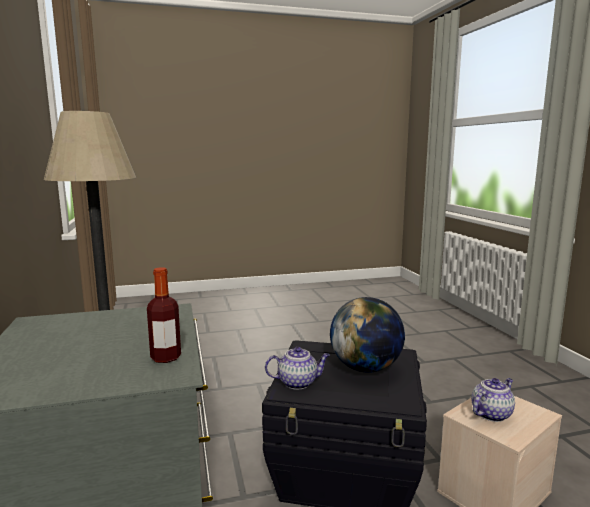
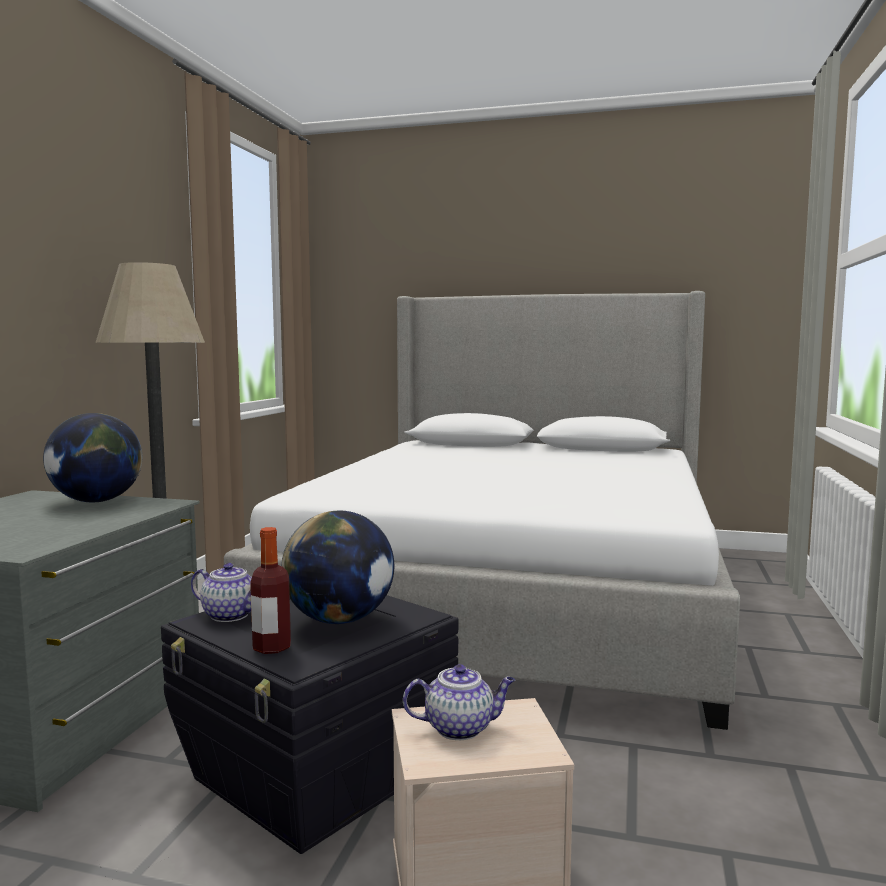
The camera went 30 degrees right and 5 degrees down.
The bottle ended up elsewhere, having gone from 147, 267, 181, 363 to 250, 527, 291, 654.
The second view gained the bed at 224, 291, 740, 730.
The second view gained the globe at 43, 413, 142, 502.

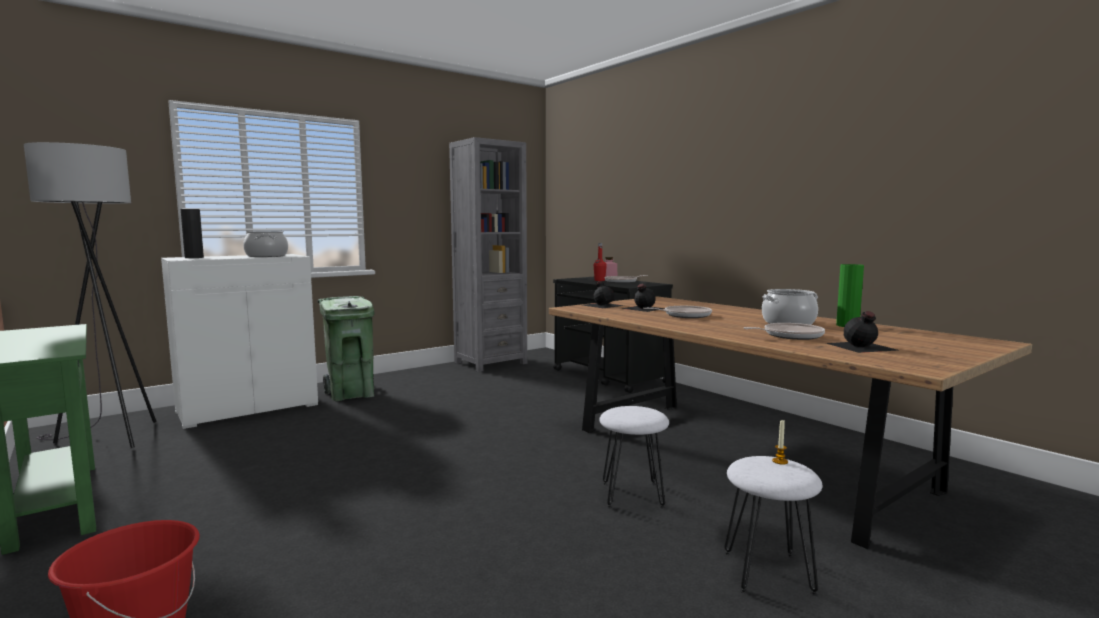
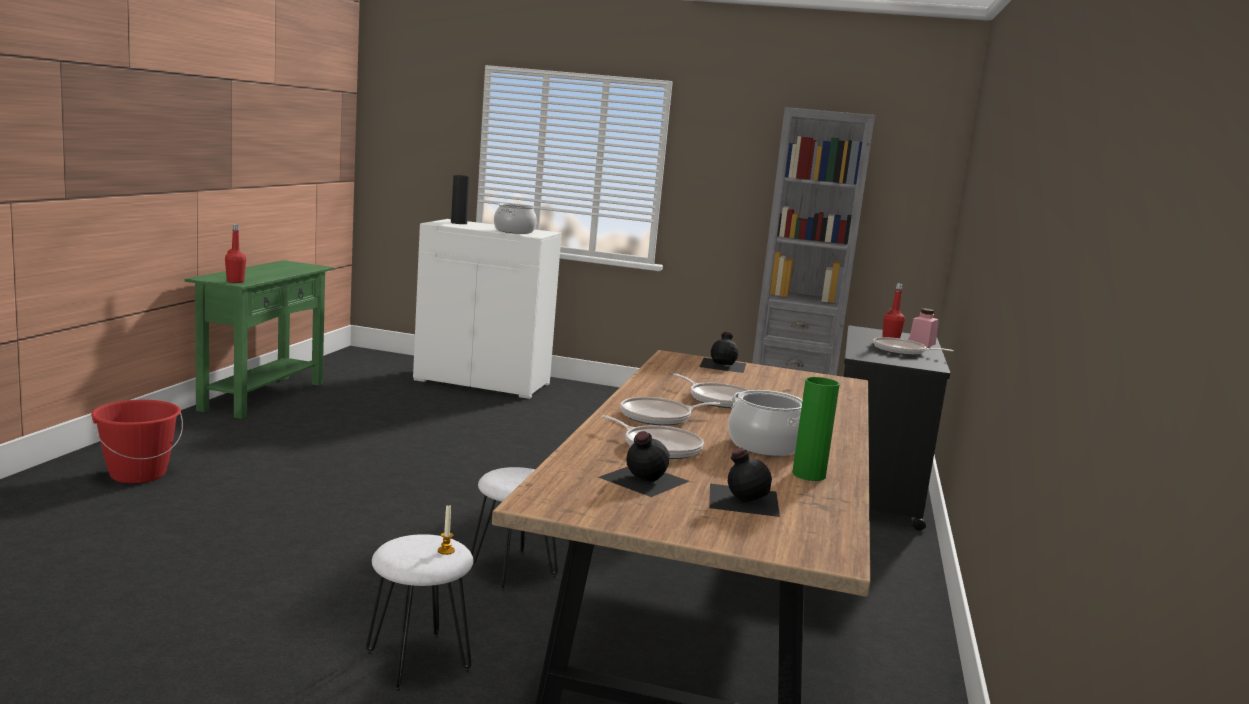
The camera went 50 degrees right and 5 degrees up.
The second view lost the grey floor lamp at 24, 142, 156, 448.
The black bottle ended up elsewhere, having gone from 621, 284, 665, 312 to 709, 448, 780, 517.
The second view lost the green trash can at 317, 296, 375, 401.
The second view gained the red bottle at 225, 224, 246, 283.
The second view gained the frying pan at 620, 397, 720, 426.

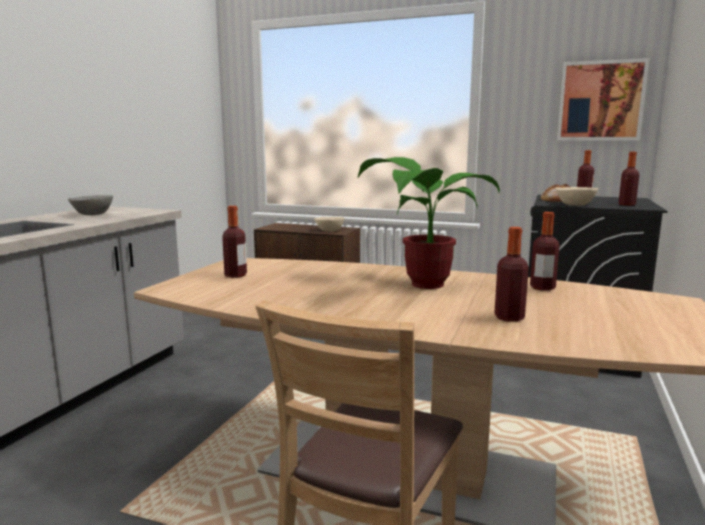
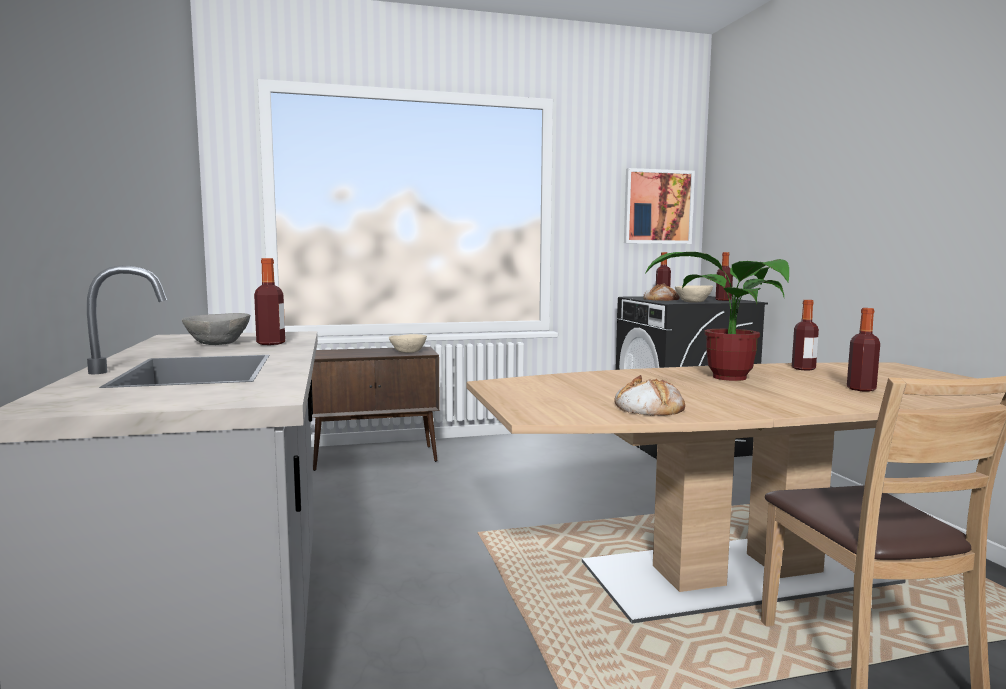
The camera went 35 degrees left and 5 degrees down.
The bottle ended up elsewhere, having gone from 222, 206, 247, 278 to 254, 258, 285, 345.
The second view gained the bread at 614, 375, 685, 416.

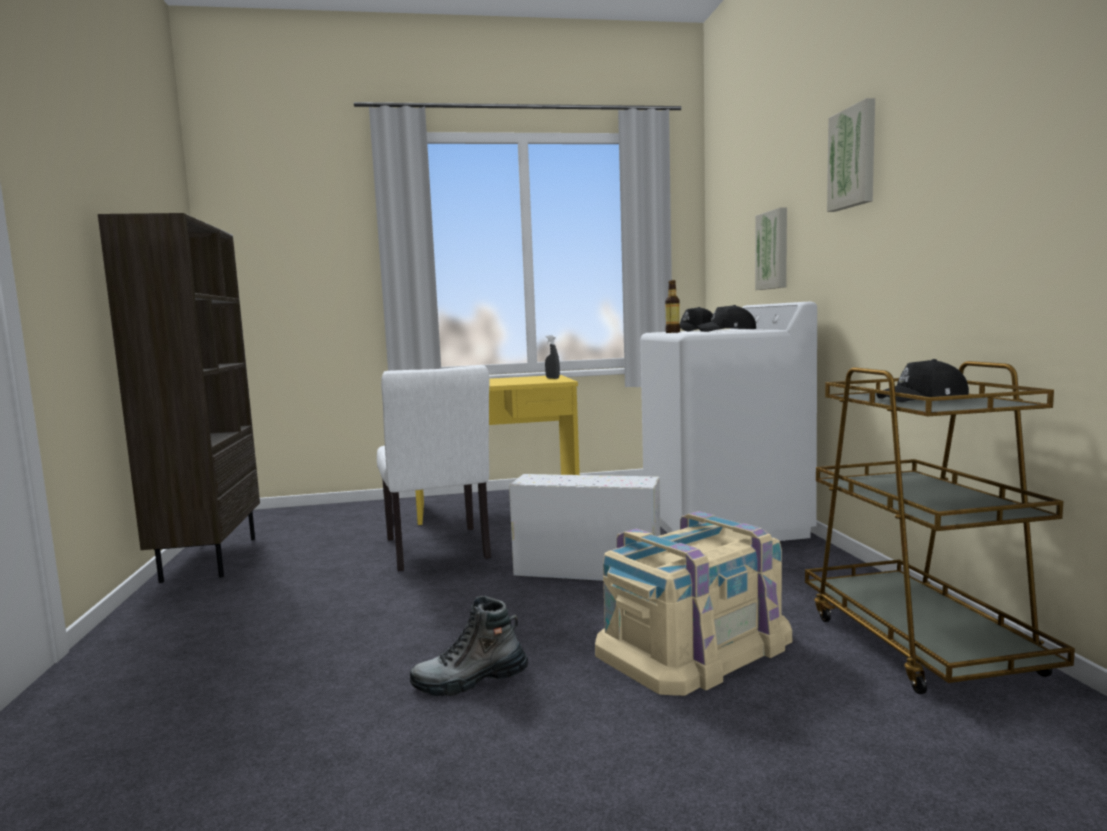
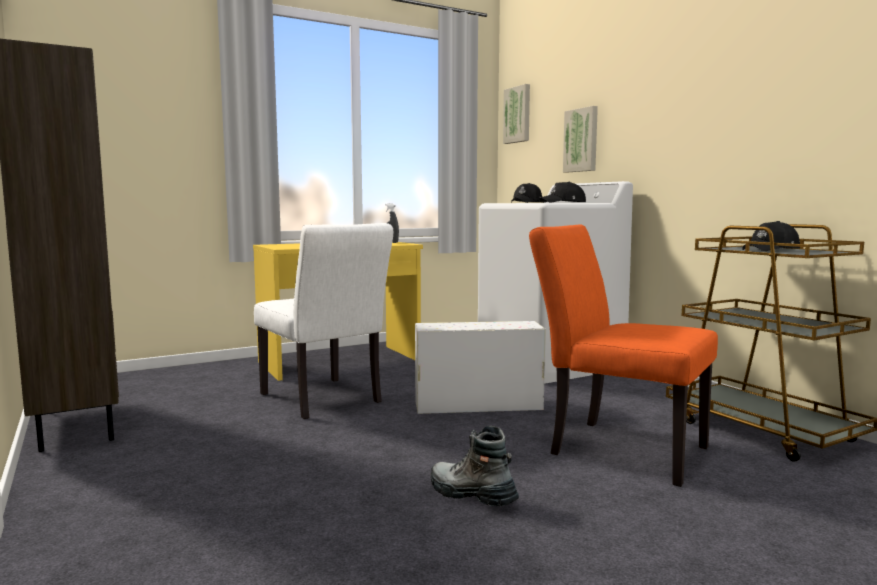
The camera went 20 degrees left and 0 degrees up.
The picture ended up elsewhere, having gone from 827, 98, 875, 212 to 503, 84, 530, 144.
The second view lost the bottle at 665, 280, 680, 333.
Where the beige storage box stood at 595, 511, 792, 696, the orange chair came to stand at 529, 225, 718, 487.
The boot at 410, 596, 528, 696 ended up facing another way, 75 degrees clockwise from before.

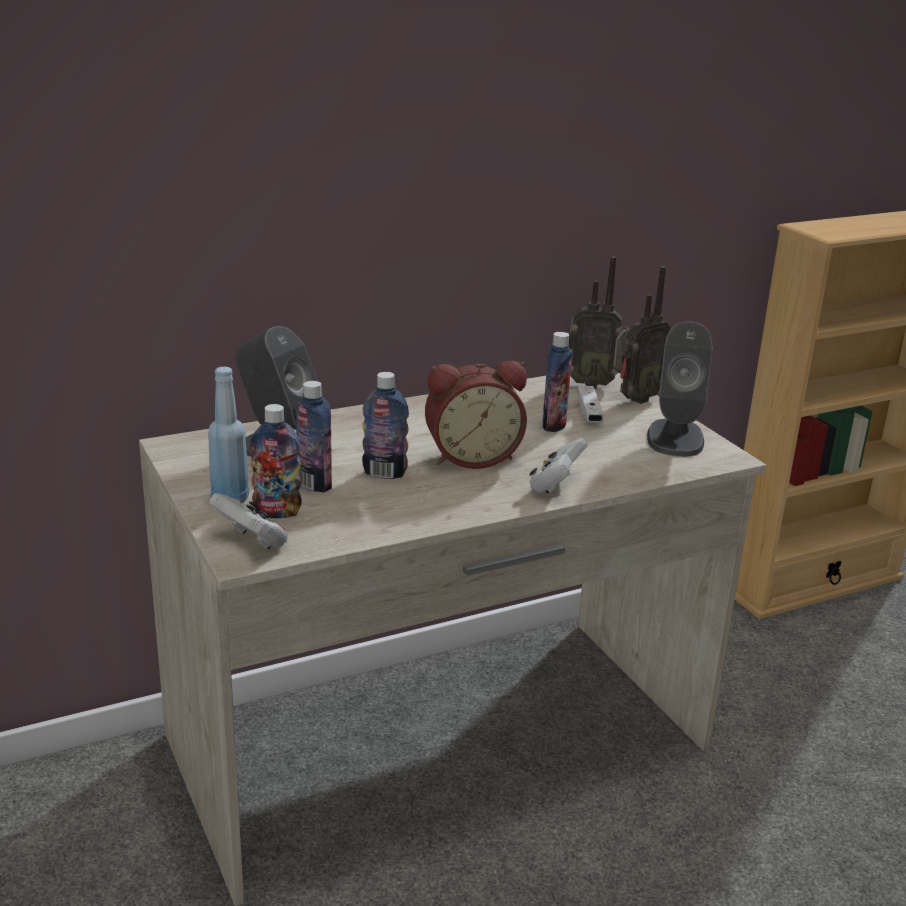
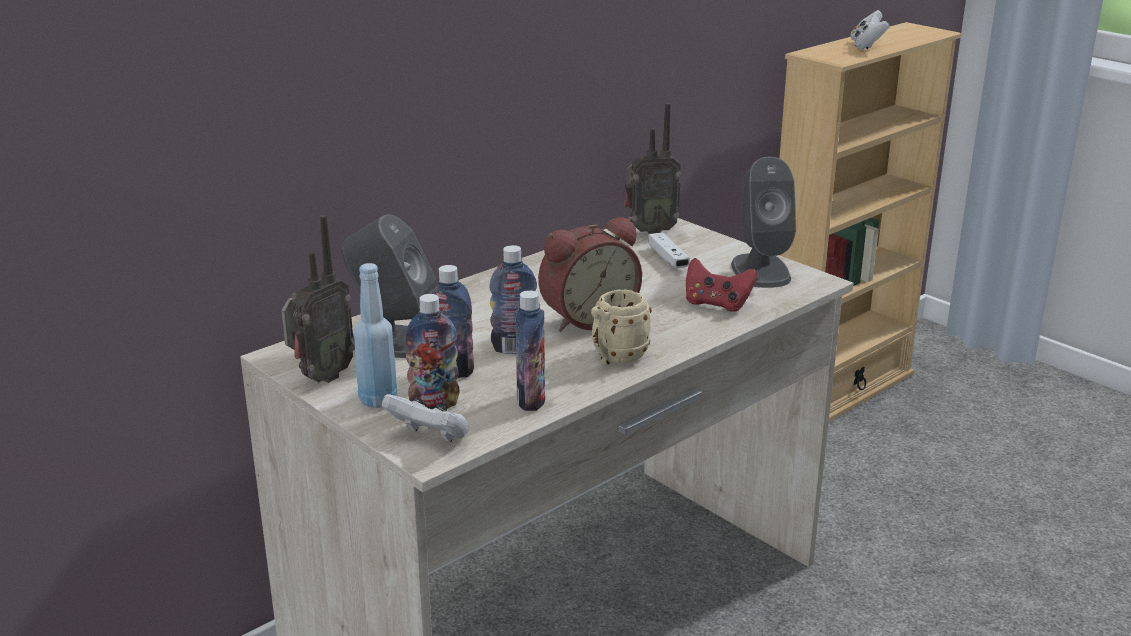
The camera went 15 degrees left and 0 degrees up.
The radio ended up elsewhere, having gone from 613, 266, 670, 404 to 281, 215, 355, 383.
The bottle ended up elsewhere, having gone from 542, 332, 572, 432 to 515, 290, 545, 411.
The white game controller ended up elsewhere, having gone from 529, 438, 588, 493 to 851, 10, 890, 49.
The second view gained the red game controller at 686, 258, 757, 312.
The second view gained the beige mug at 591, 289, 652, 365.

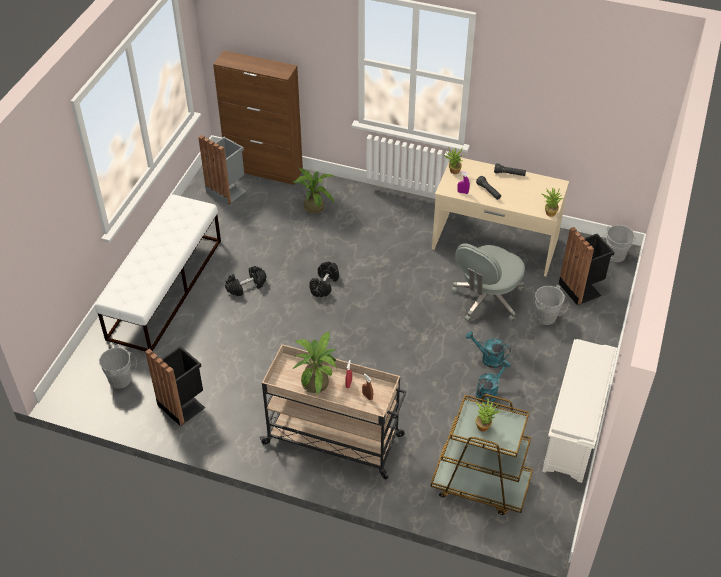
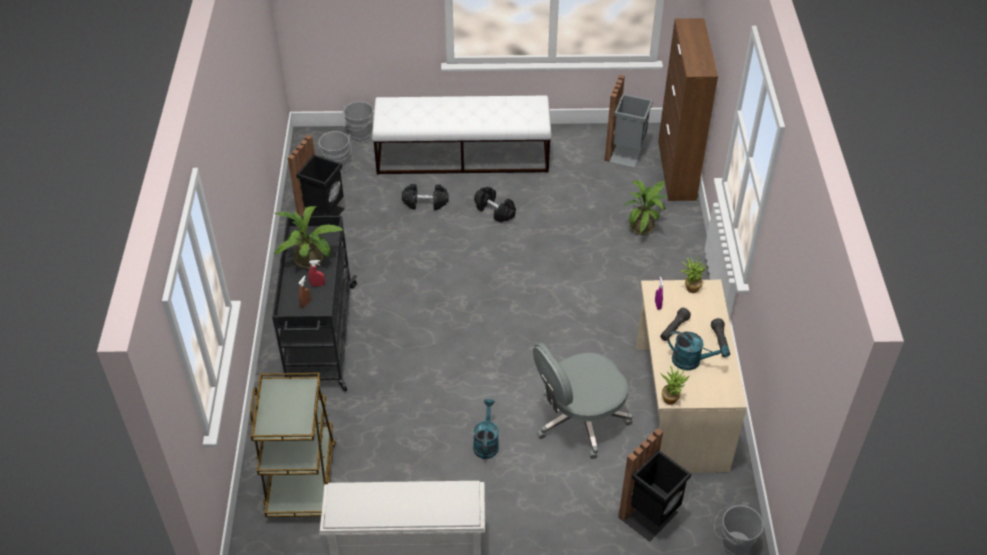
The camera went 70 degrees right and 0 degrees up.
The grey office chair at 452, 243, 525, 322 ended up facing another way, 45 degrees counterclockwise from before.
The black dumbbell ended up elsewhere, having gone from 309, 261, 339, 297 to 402, 184, 449, 210.
The grey bucket ended up elsewhere, having gone from 535, 285, 569, 325 to 341, 101, 374, 142.
What was the beige cart at 259, 344, 407, 479 turned into the black cart at 272, 216, 358, 392.
The turquoise watering can ended up elsewhere, having gone from 476, 360, 511, 404 to 667, 331, 729, 370.
The second view lost the potted plant at 475, 398, 501, 432.

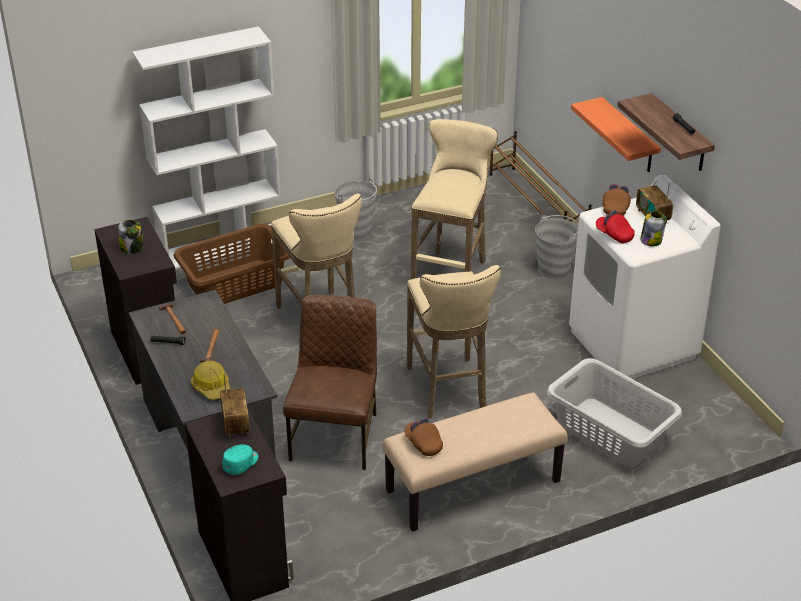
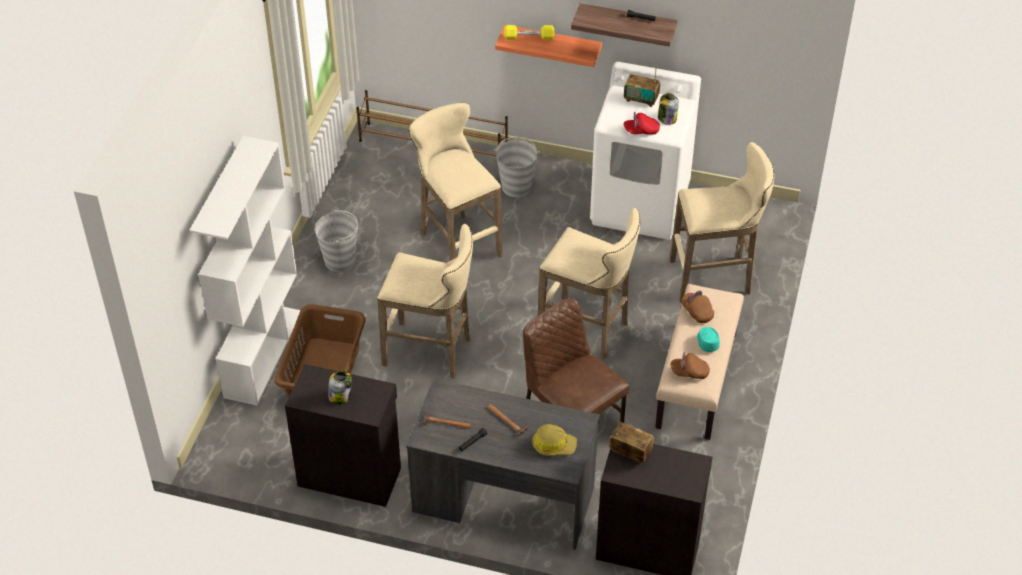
The camera went 50 degrees left and 10 degrees up.
The brown cap ended up elsewhere, having gone from 603, 184, 631, 215 to 681, 291, 714, 323.
Where the grey laundry basket stood at 547, 358, 682, 467, the beige stool came to stand at 670, 142, 774, 302.
The turquoise cap ended up elsewhere, having gone from 222, 444, 258, 475 to 697, 327, 720, 352.
The second view gained the yellow dumbbell at 504, 25, 554, 40.

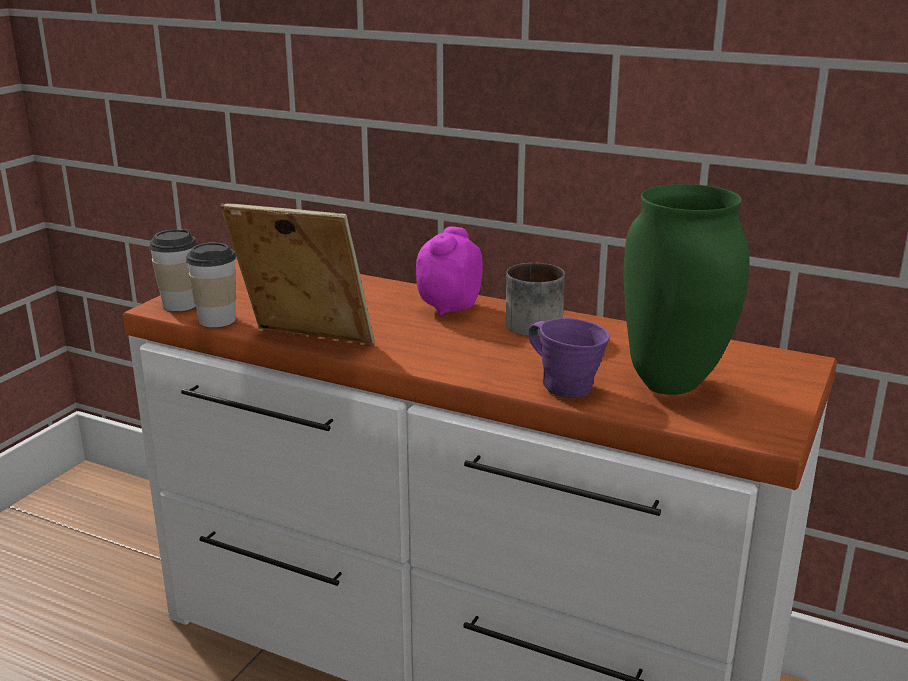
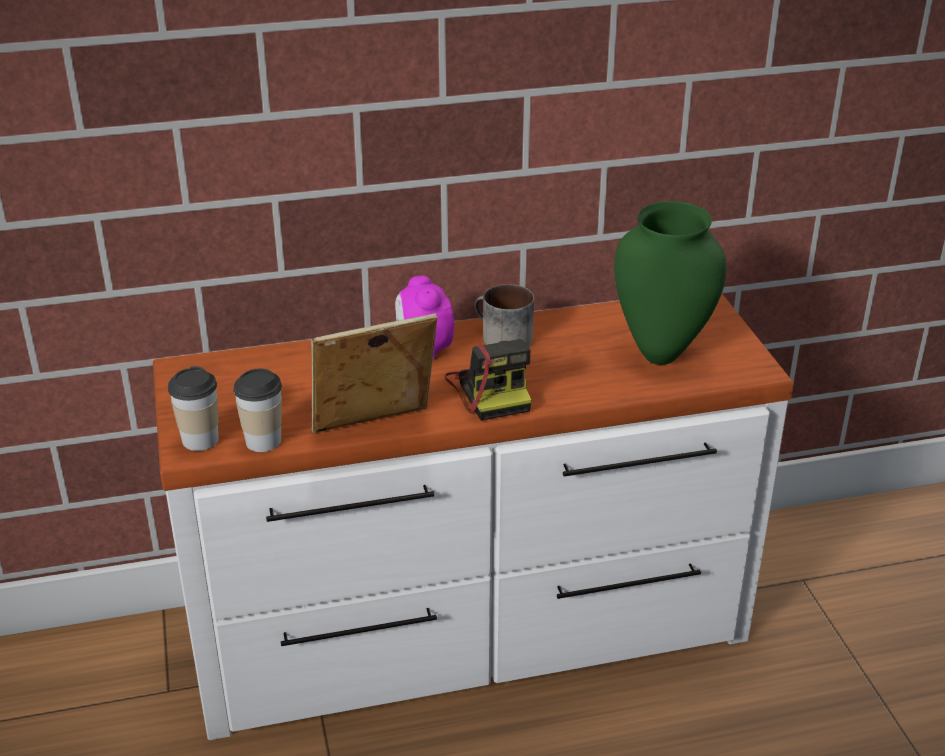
The camera went 40 degrees left and 10 degrees up.
The second view lost the purple mug at 528, 318, 610, 398.
The second view gained the photo camera at 445, 339, 532, 421.

